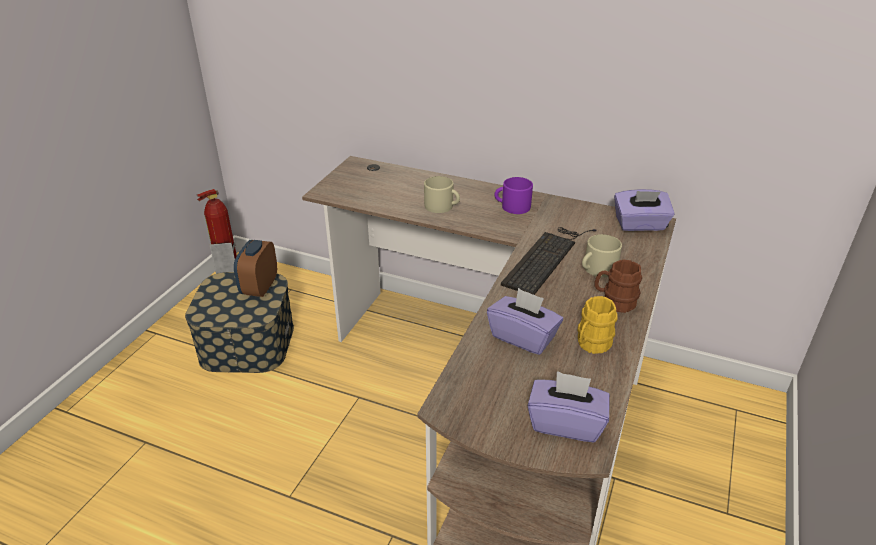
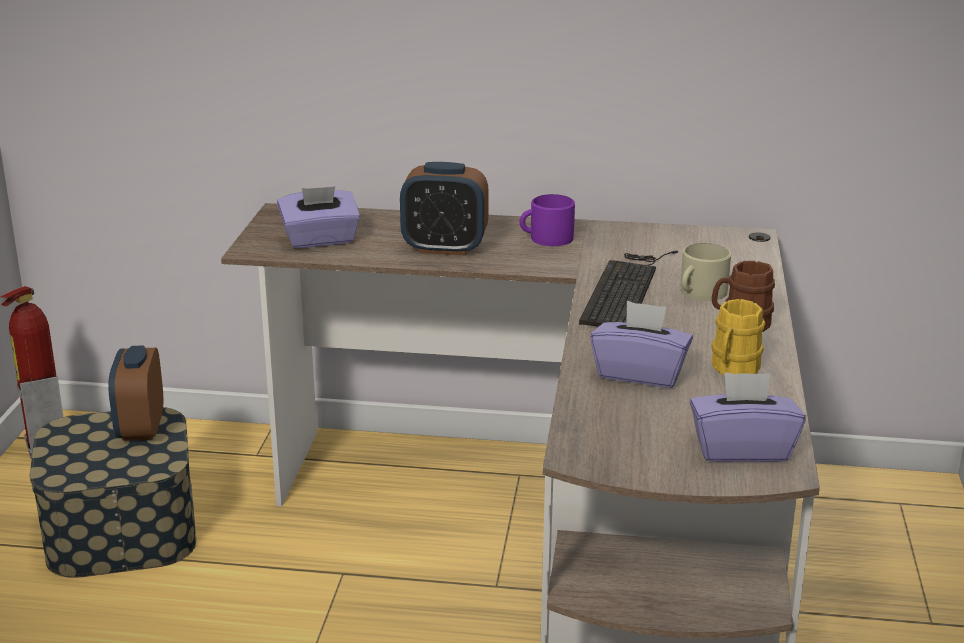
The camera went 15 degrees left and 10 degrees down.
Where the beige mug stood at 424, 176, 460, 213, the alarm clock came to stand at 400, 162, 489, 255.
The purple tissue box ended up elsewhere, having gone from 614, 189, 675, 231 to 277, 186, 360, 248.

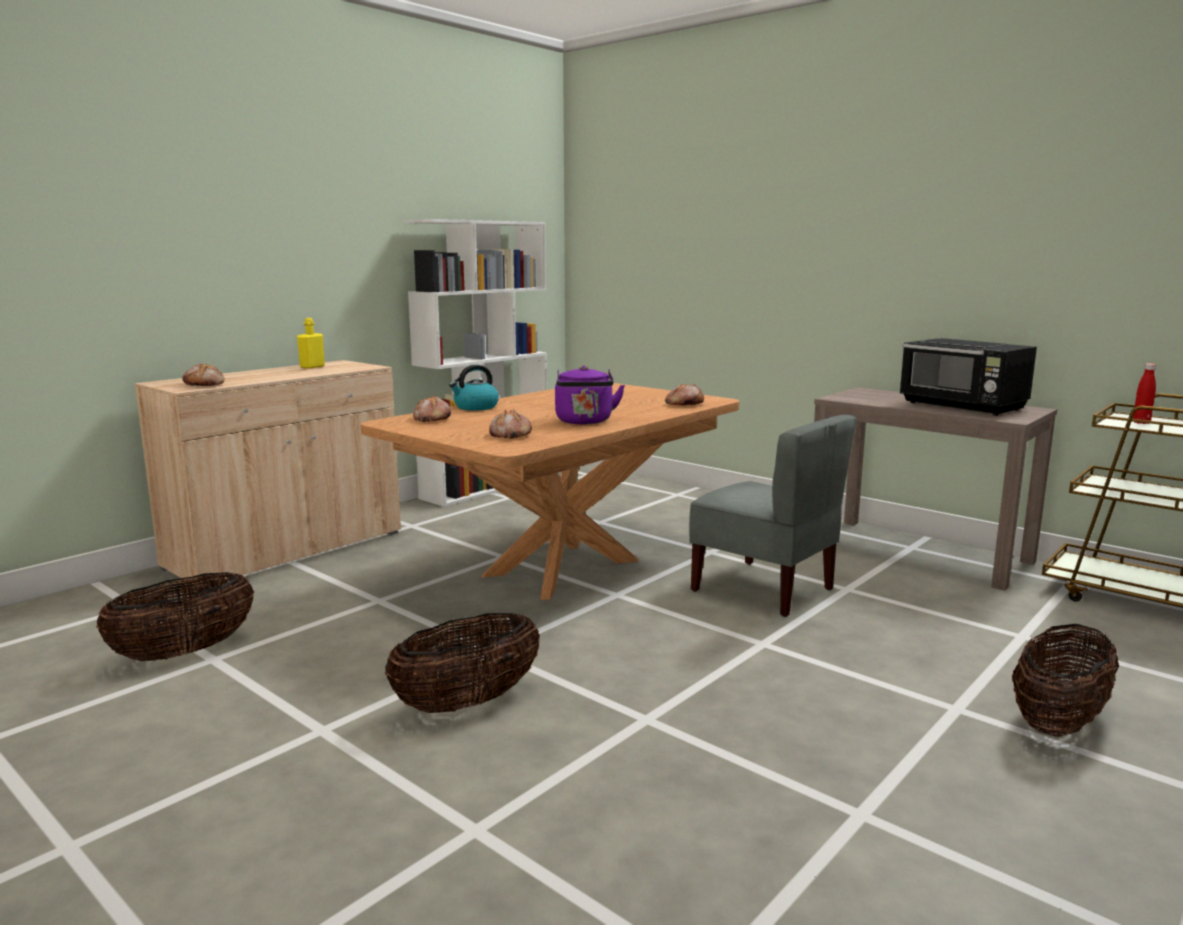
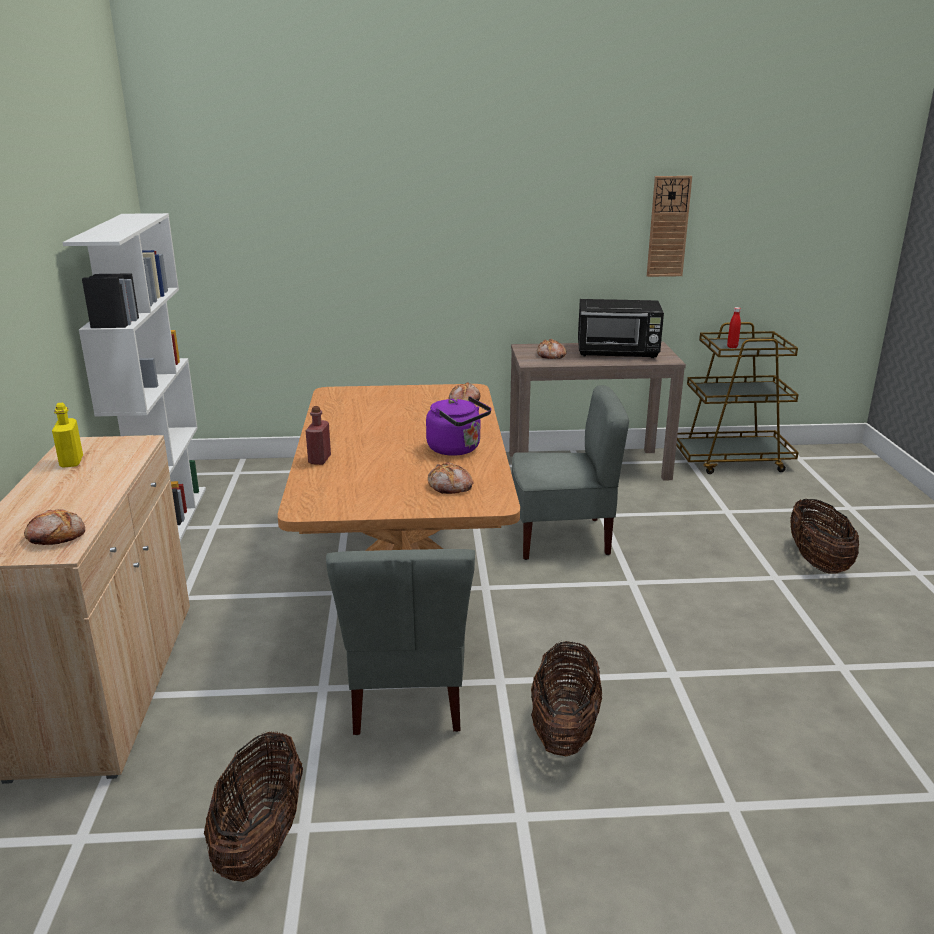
The camera went 45 degrees left and 10 degrees up.
Where the kettle stood at 449, 365, 499, 411, the red bottle came to stand at 305, 406, 331, 465.
The bread ended up elsewhere, having gone from 413, 396, 451, 422 to 537, 339, 566, 359.
The second view gained the wall clock at 647, 176, 692, 277.
The second view gained the grey chair at 326, 549, 475, 735.

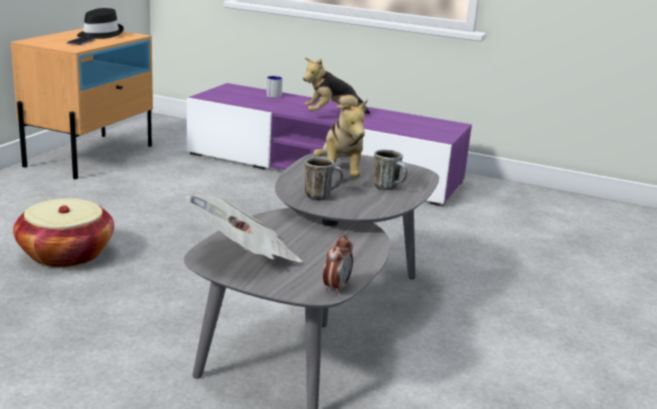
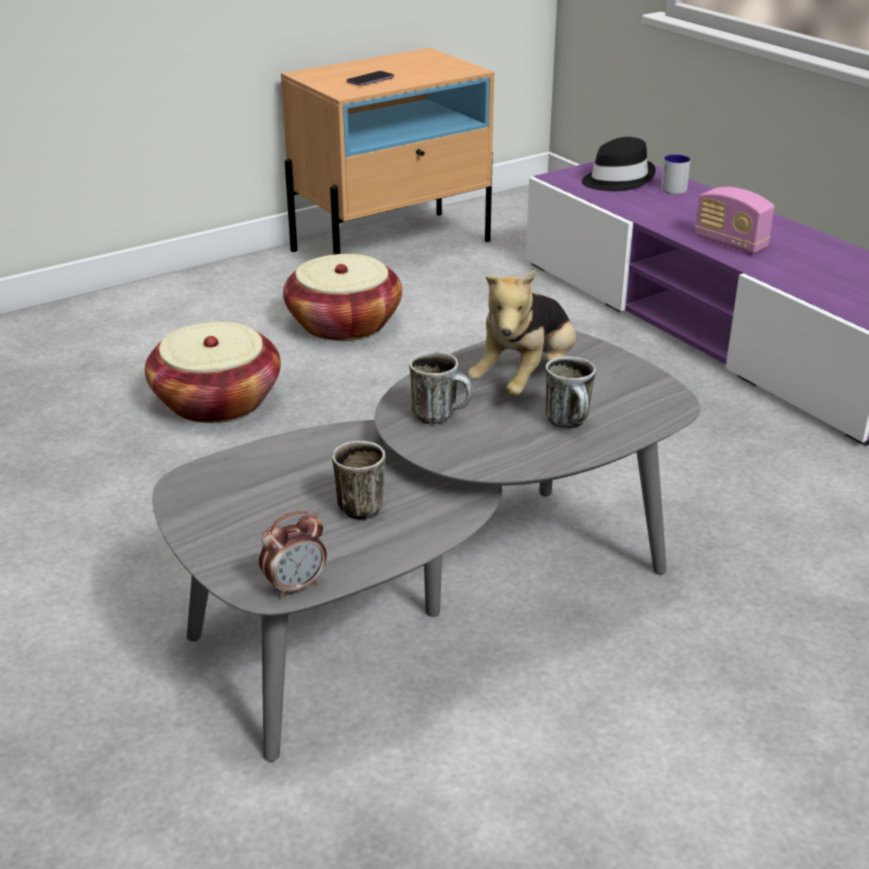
The camera went 35 degrees right and 10 degrees up.
The black hat ended up elsewhere, having gone from 77, 8, 124, 39 to 582, 137, 656, 191.
Where the plush toy stood at 303, 57, 370, 114, the radio came to stand at 695, 187, 774, 253.
The second view lost the newspaper at 185, 194, 303, 262.
The second view gained the basket at 283, 254, 402, 341.
The second view gained the mug at 332, 441, 386, 519.

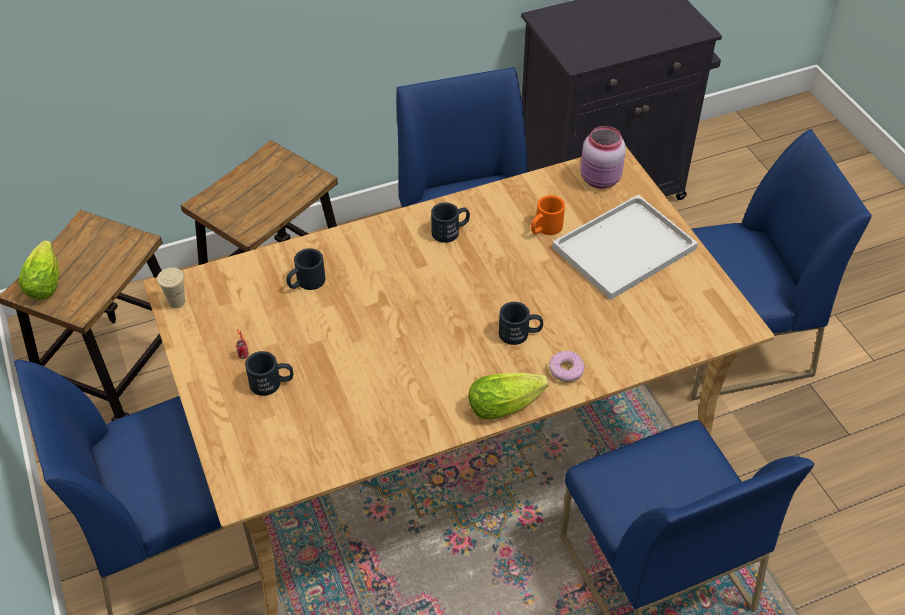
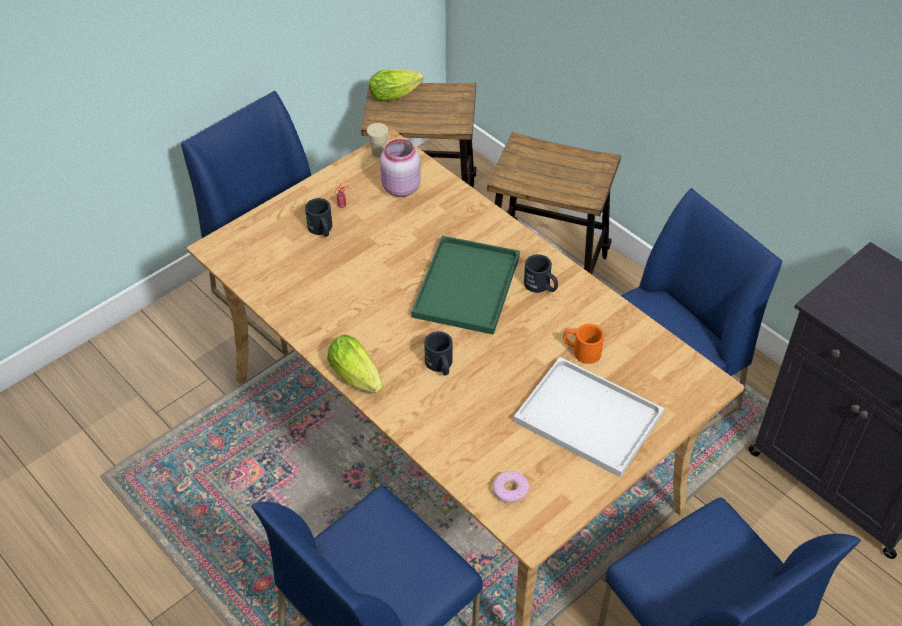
The camera went 70 degrees right and 0 degrees up.
The pink jar ended up elsewhere, having gone from 580, 126, 626, 189 to 380, 139, 421, 197.
The second view lost the black mug at 286, 248, 326, 290.
The donut ended up elsewhere, having gone from 549, 351, 585, 382 to 493, 471, 529, 503.
The second view gained the green tray at 411, 236, 520, 335.

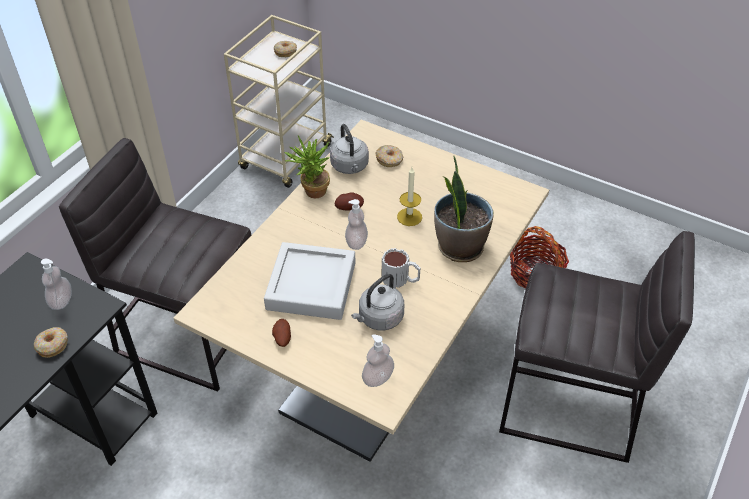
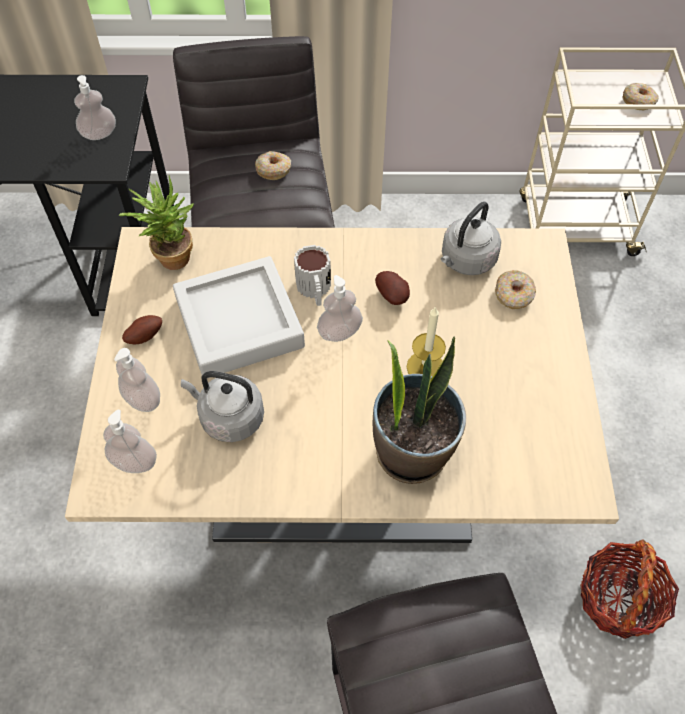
The camera went 60 degrees right and 10 degrees up.
The potted plant ended up elsewhere, having gone from 284, 136, 330, 198 to 119, 175, 194, 270.
The mug ended up elsewhere, having gone from 382, 248, 421, 288 to 294, 245, 331, 306.
The donut ended up elsewhere, having gone from 34, 327, 68, 358 to 255, 151, 291, 180.
The second view gained the soap dispenser at 114, 348, 160, 412.

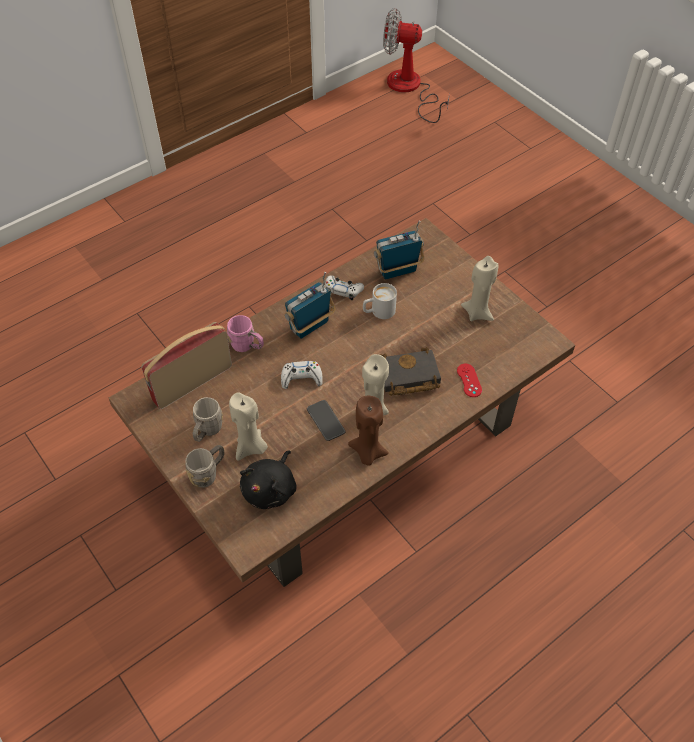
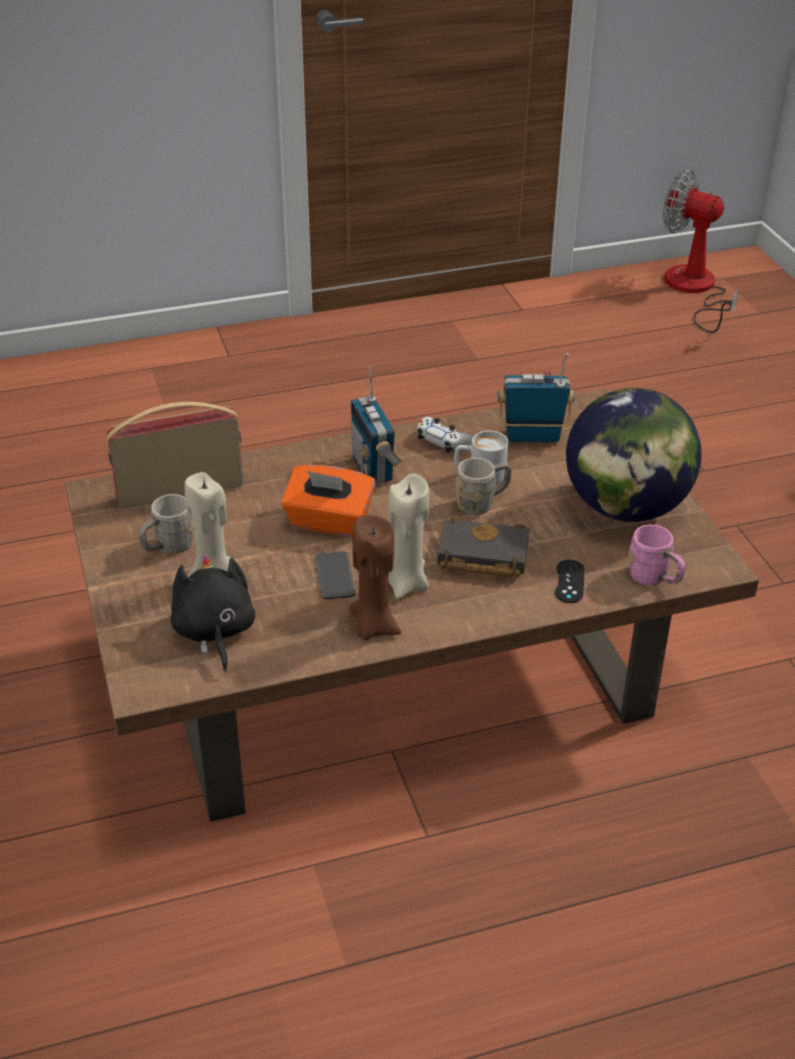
The camera went 20 degrees right and 15 degrees down.
Where the beige candle stood at 461, 256, 498, 321, the globe came to stand at 566, 388, 702, 522.
The radio at 285, 272, 335, 339 ended up facing another way, 90 degrees counterclockwise from before.
The pink mug ended up elsewhere, having gone from 227, 315, 264, 352 to 629, 524, 685, 586.
Where the white game controller stood at 281, 361, 323, 389, the orange tissue box came to stand at 281, 464, 376, 537.
What was the red game controller at 457, 363, 482, 397 turned into the black game controller at 555, 560, 585, 603.
The grey mug ended up elsewhere, having gone from 185, 445, 225, 488 to 455, 458, 511, 515.
The black plush toy at 240, 450, 297, 509 ended up facing another way, 120 degrees clockwise from before.

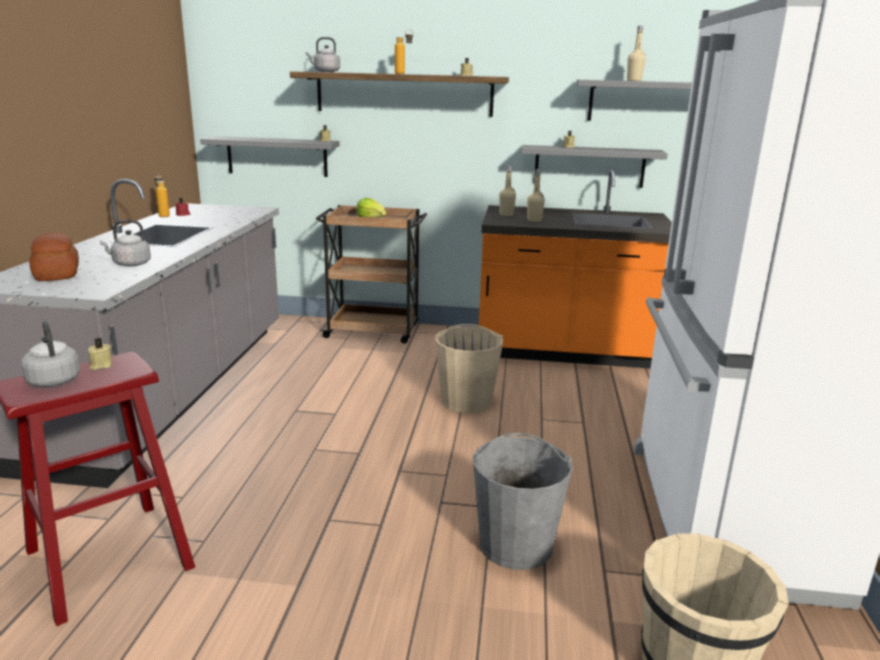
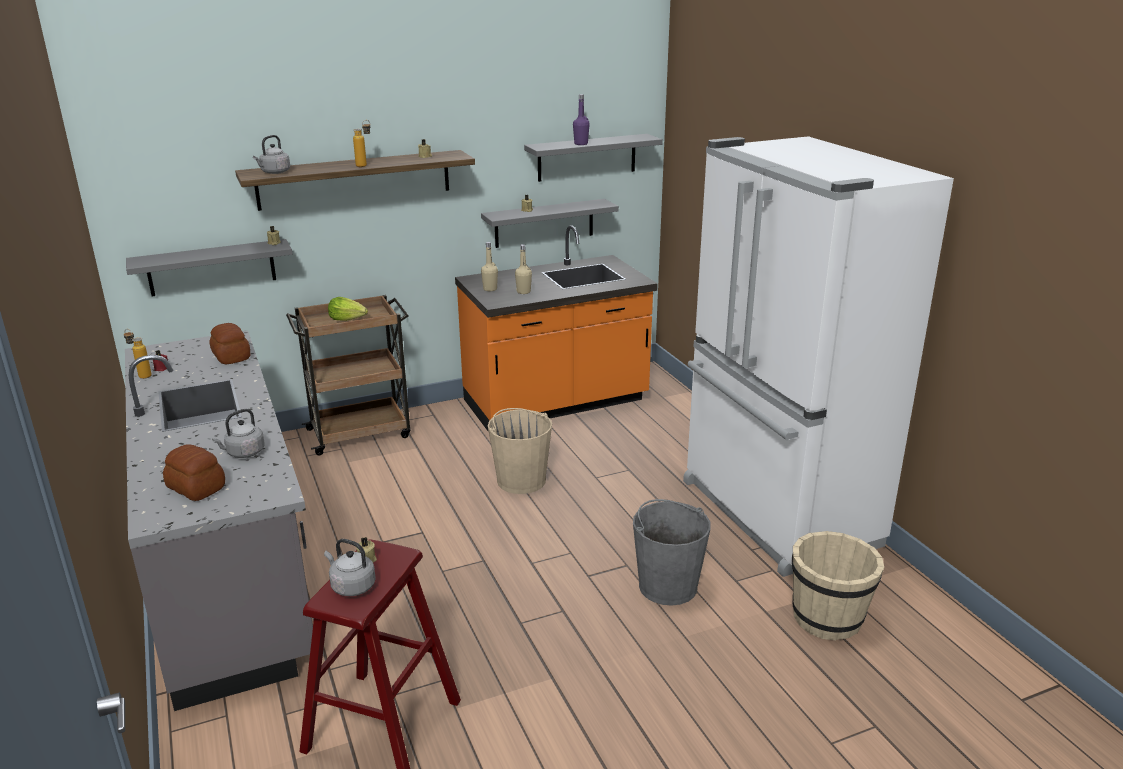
The camera went 30 degrees left and 5 degrees up.
What was the beige bottle at 627, 26, 646, 81 turned into the purple bottle at 573, 94, 590, 145.
The second view gained the bread at 210, 323, 250, 364.

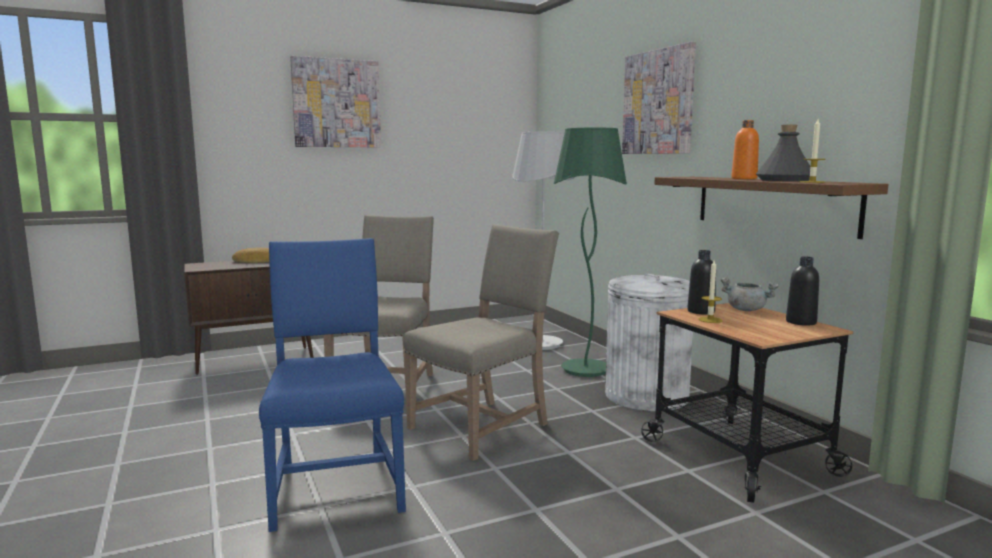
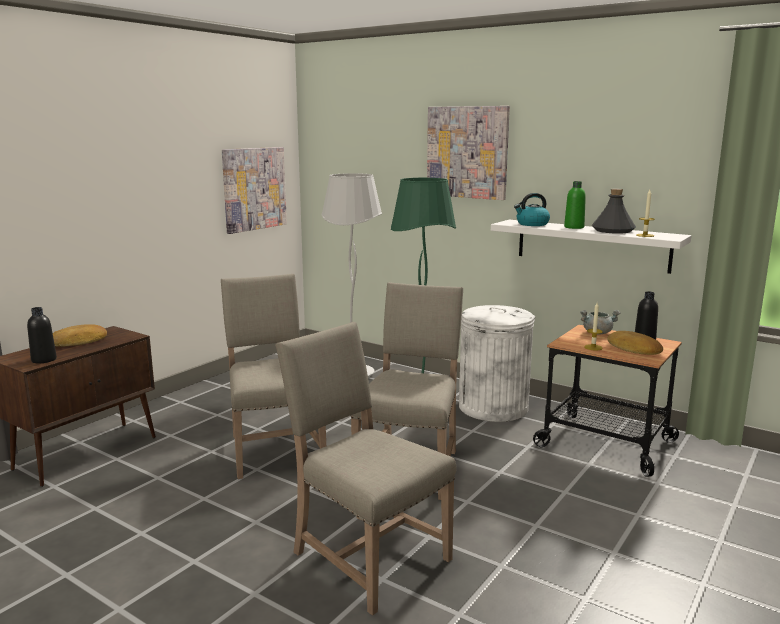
The camera went 30 degrees left and 5 degrees up.
The picture ended up elsewhere, having gone from 290, 56, 381, 147 to 222, 147, 287, 234.
What was the orange bottle at 731, 120, 759, 179 turned into the green bottle at 564, 181, 586, 229.
What was the brown shelf at 654, 177, 888, 239 turned into the white shelf at 491, 220, 692, 274.
What was the blue chair at 259, 238, 406, 532 turned into the beige chair at 275, 322, 457, 615.
The black bottle ended up elsewhere, having gone from 687, 250, 716, 314 to 27, 307, 57, 363.
The second view gained the kettle at 514, 193, 550, 226.
The second view gained the bread at 607, 331, 663, 355.

